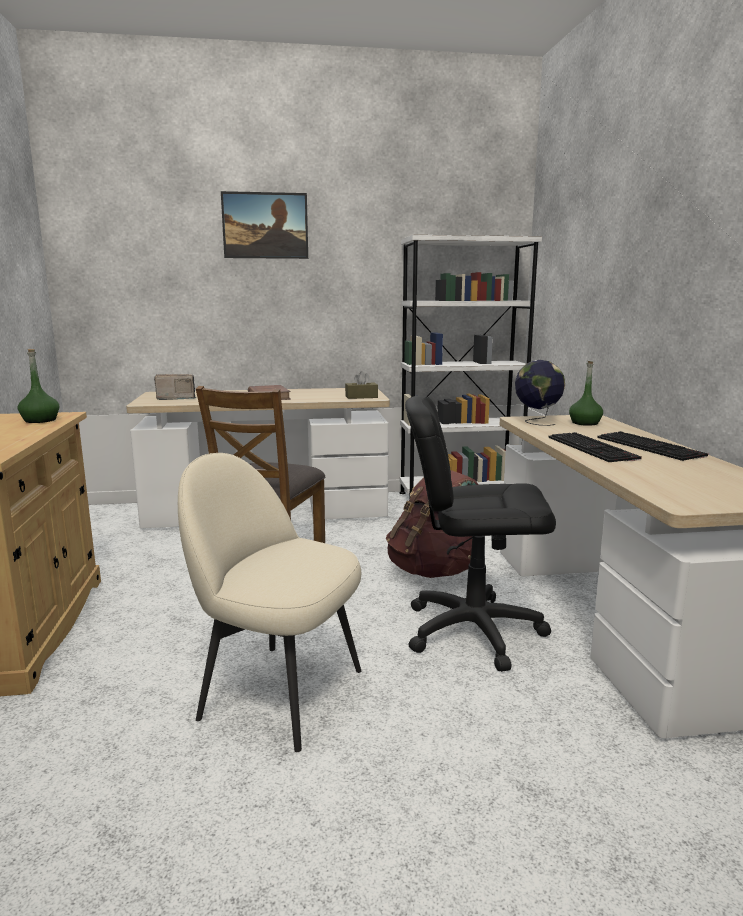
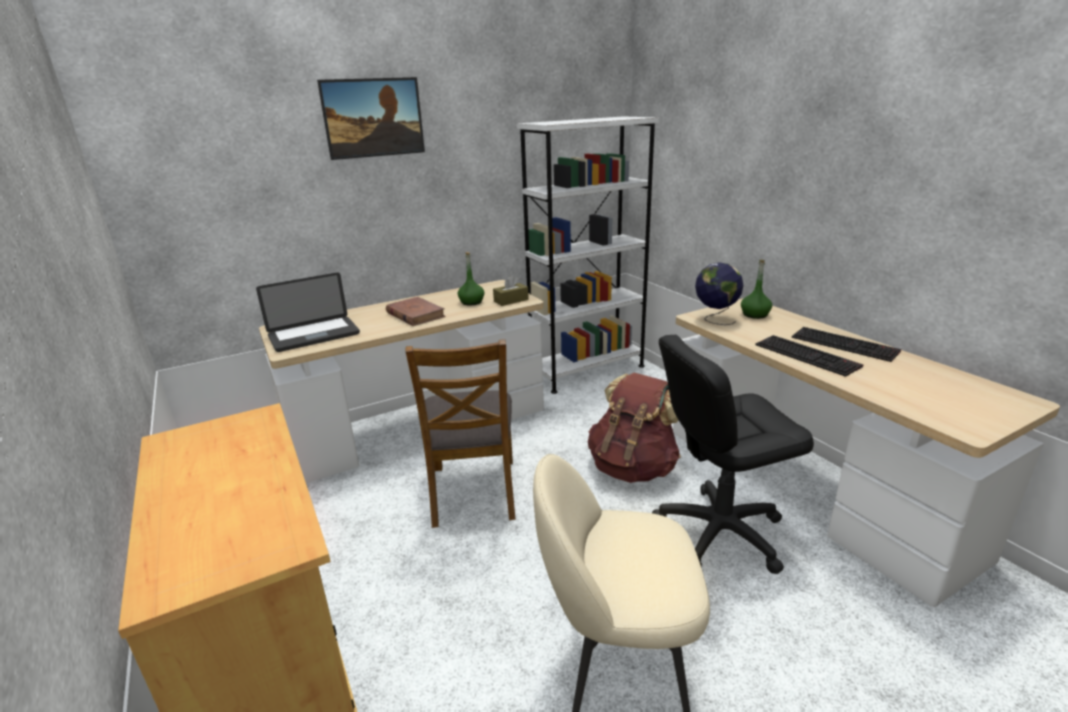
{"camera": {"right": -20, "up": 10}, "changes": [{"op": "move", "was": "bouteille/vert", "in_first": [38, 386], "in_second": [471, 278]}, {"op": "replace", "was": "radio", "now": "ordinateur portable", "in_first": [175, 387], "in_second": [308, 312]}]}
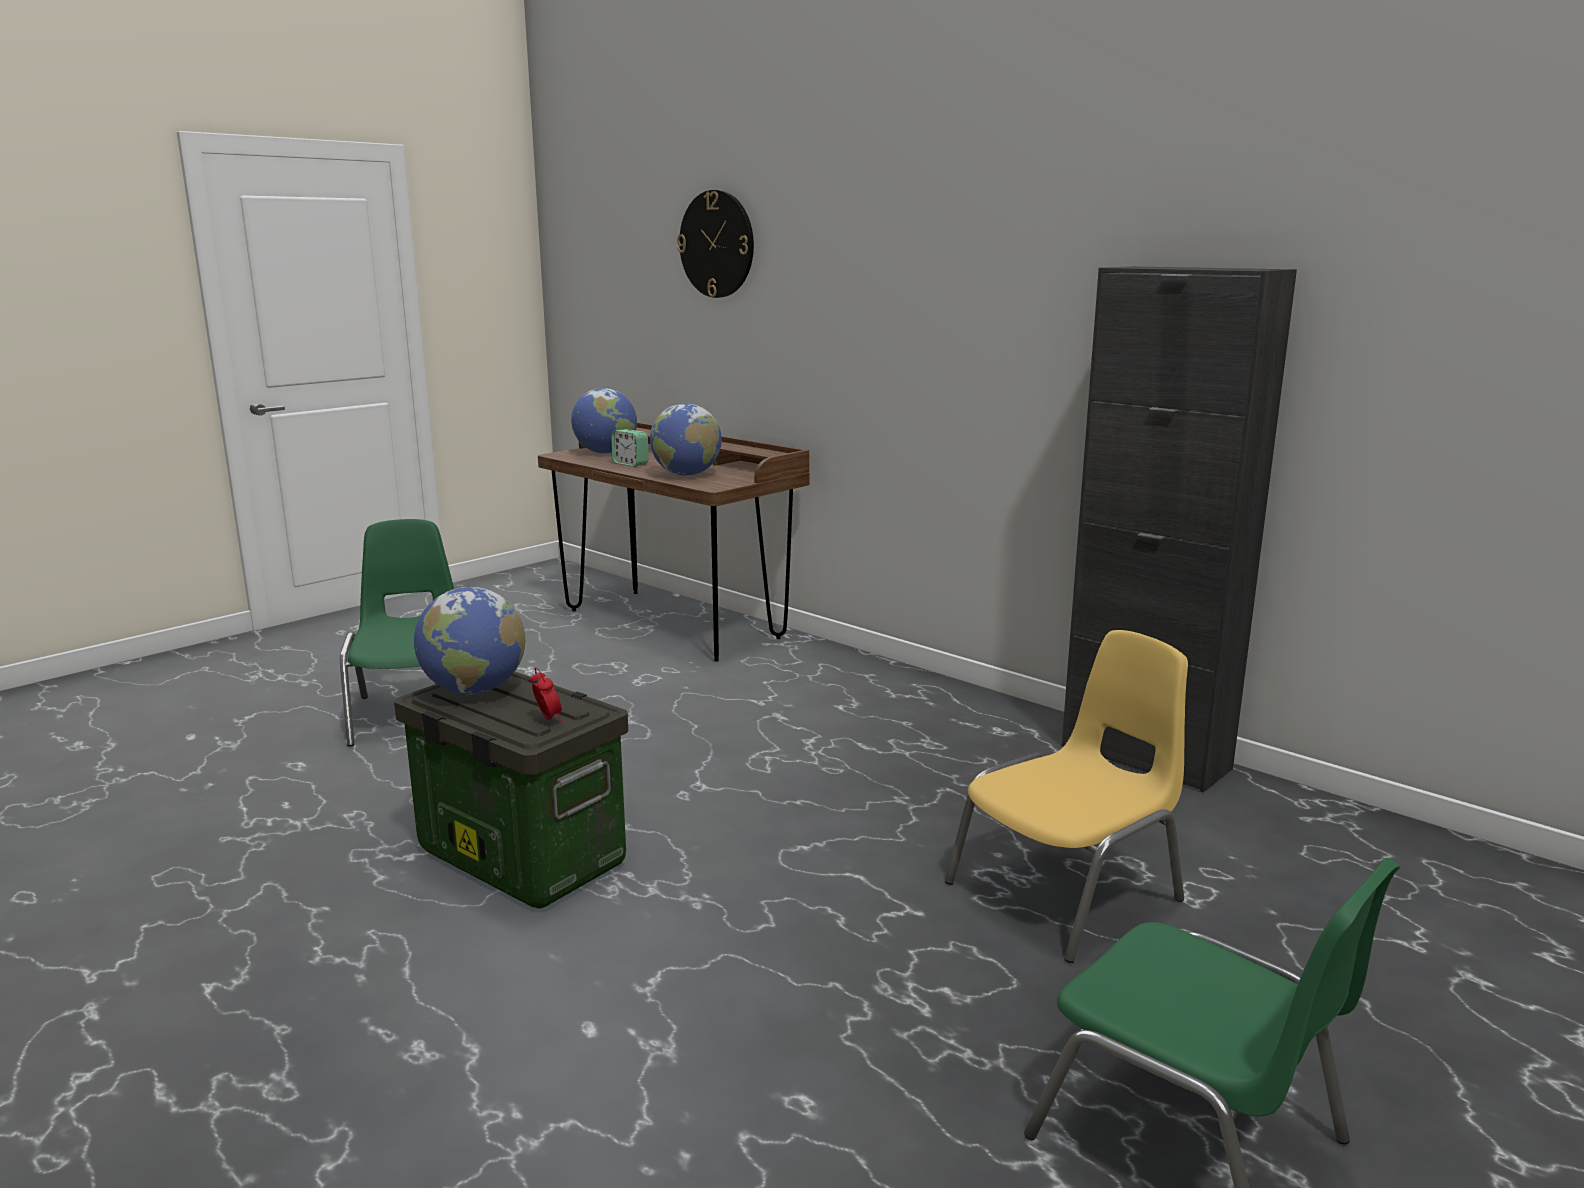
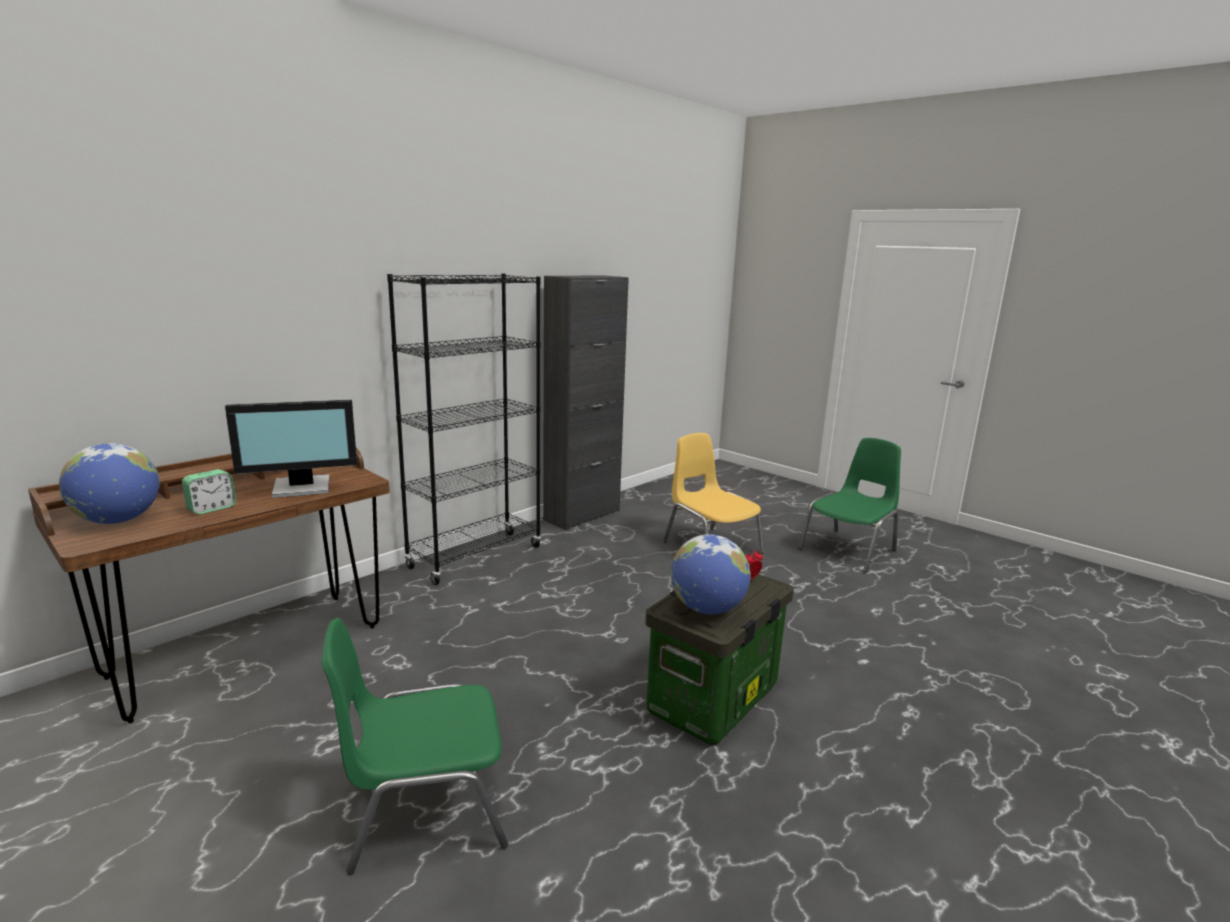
{"camera": {"right": -90, "up": 0}, "changes": [{"op": "delete", "was": "horloge murale", "in_first": [715, 244]}, {"op": "insert", "now": "bibliothèque/noir", "in_second": [464, 429]}, {"op": "replace", "was": "globe", "now": "écran d'ordinateur", "in_first": [686, 440], "in_second": [291, 448]}]}
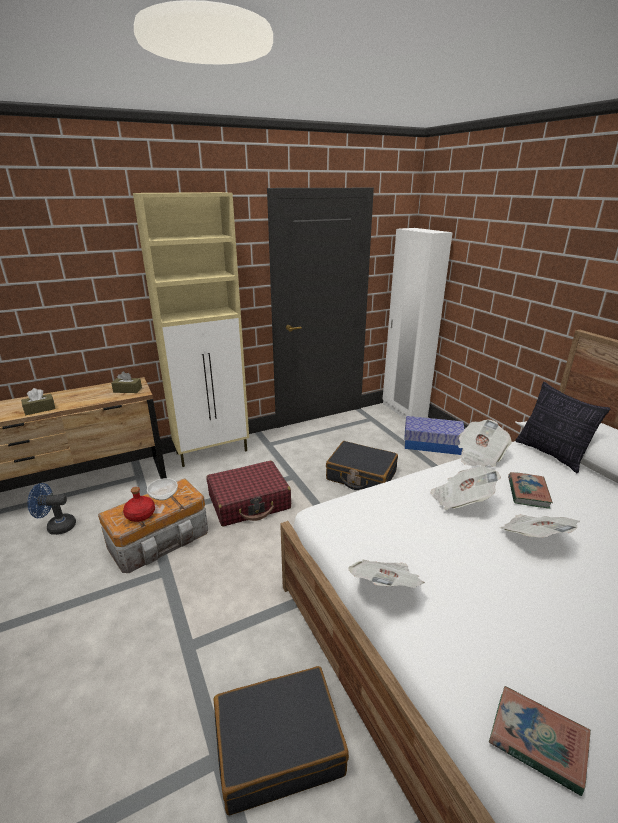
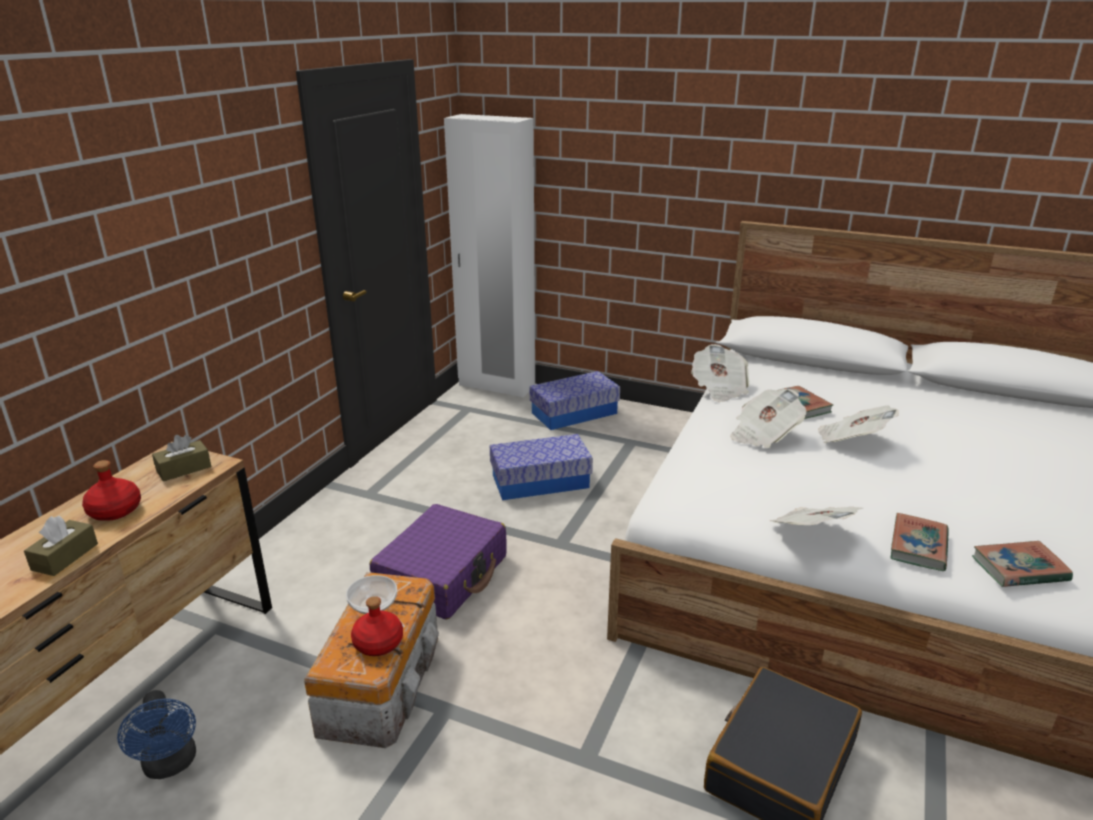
{"camera": {"right": -40, "up": 0}, "changes": [{"op": "delete", "was": "meuble de rangement/beige", "in_first": [191, 329]}, {"op": "delete", "was": "coussin", "in_first": [562, 428]}, {"op": "insert", "now": "bouteille/rouge", "in_second": [111, 490]}, {"op": "insert", "now": "livre", "in_second": [919, 542]}, {"op": "replace", "was": "valise/noir", "now": "boîte de rangement", "in_first": [362, 465], "in_second": [541, 467]}, {"op": "recolor", "was": "valise/rouge", "now": "valise/violet", "in_first": [248, 493], "in_second": [438, 562]}, {"op": "rotate", "was": "ventilateur/bleu", "in_first": [52, 509], "in_second": [156, 734], "clockwise": -75}]}
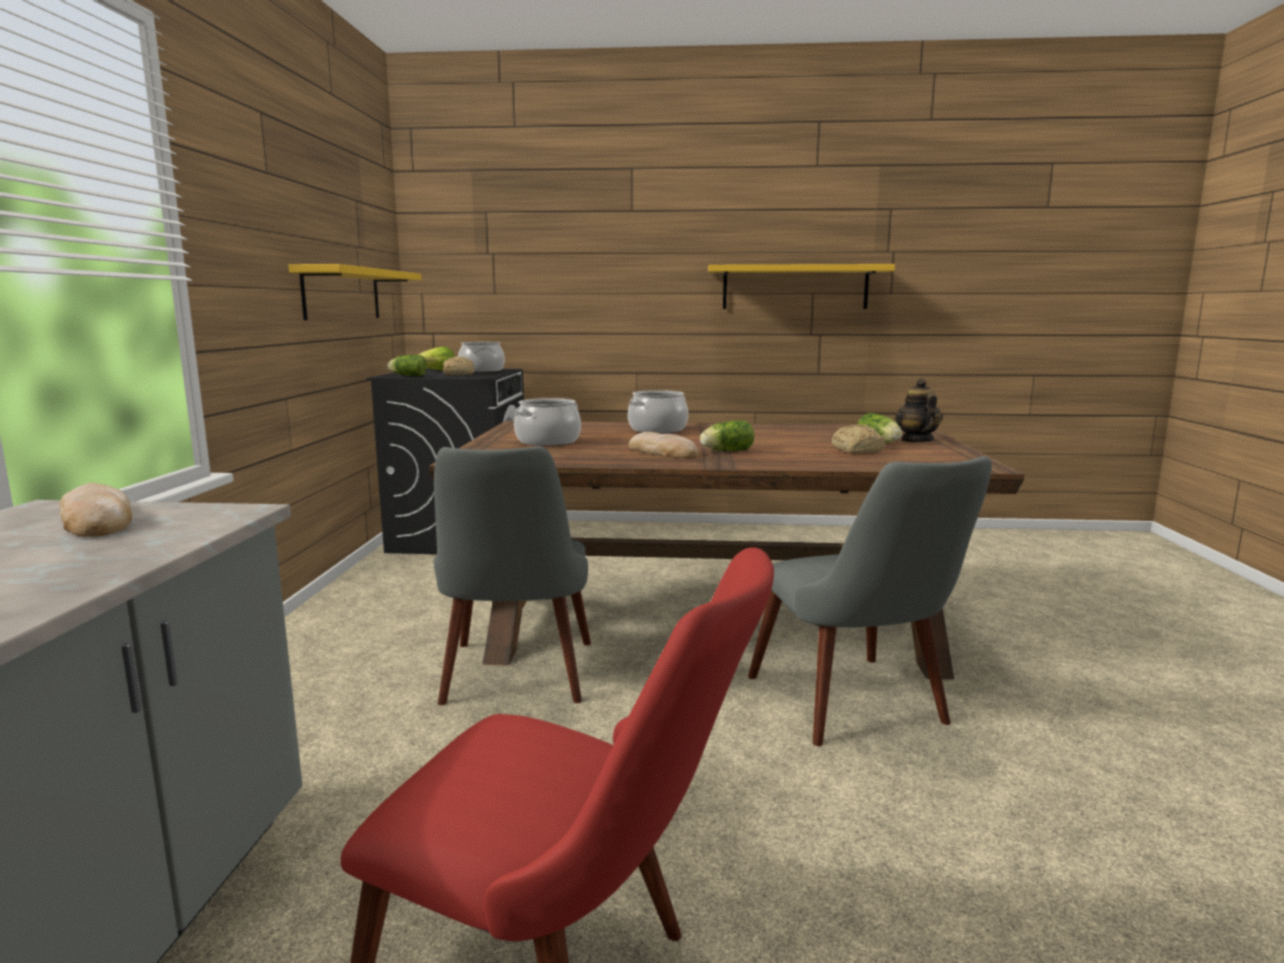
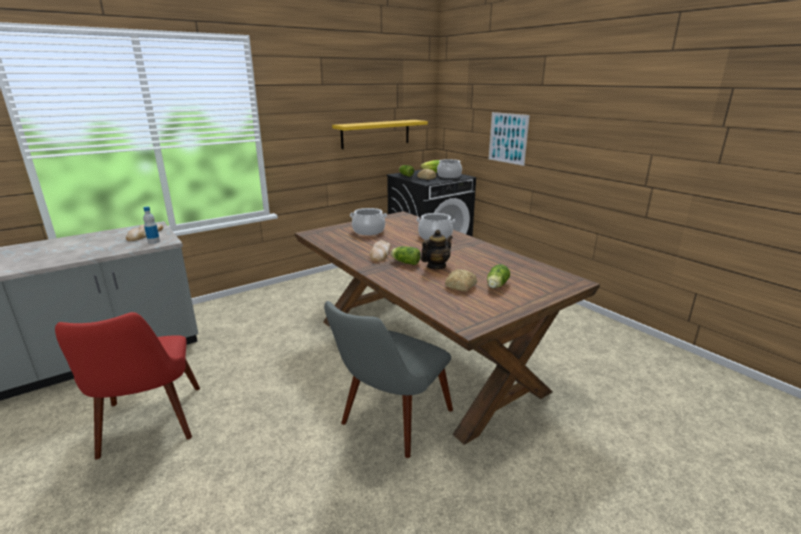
{"camera": {"right": 50, "up": 10}, "changes": [{"op": "delete", "was": "chaise/gris", "in_first": [512, 575]}, {"op": "delete", "was": "étagère/jaune", "in_first": [801, 286]}, {"op": "insert", "now": "bouteille", "in_second": [151, 225]}, {"op": "insert", "now": "tableau", "in_second": [509, 139]}, {"op": "move", "was": "théière", "in_first": [919, 410], "in_second": [436, 249]}]}
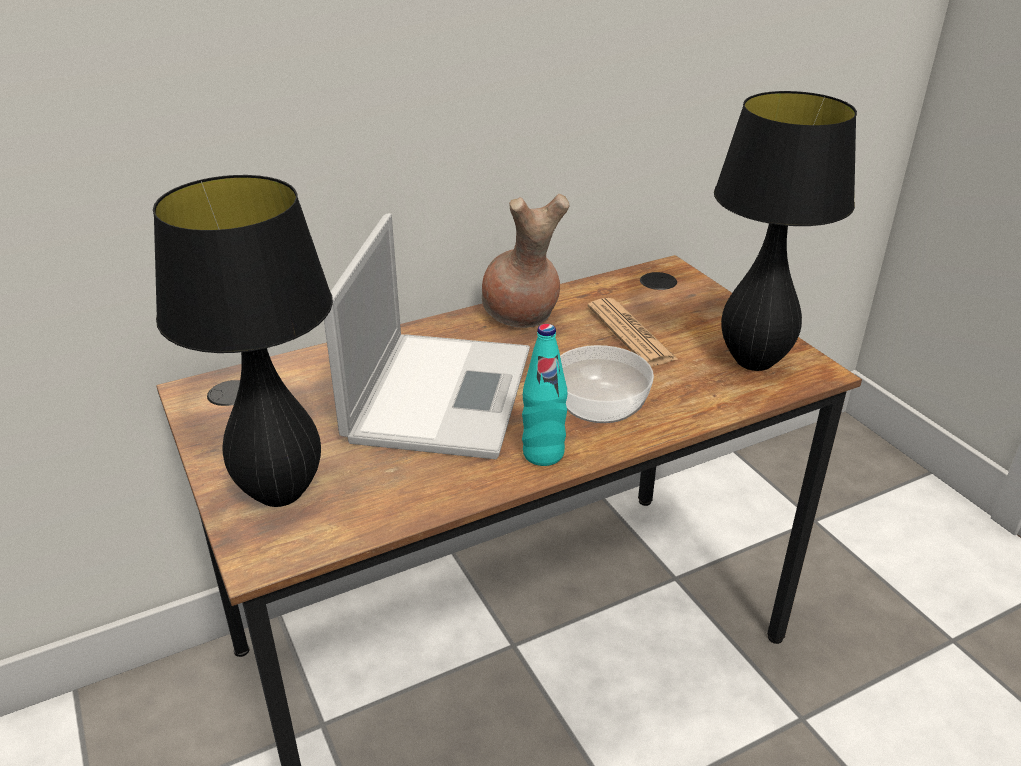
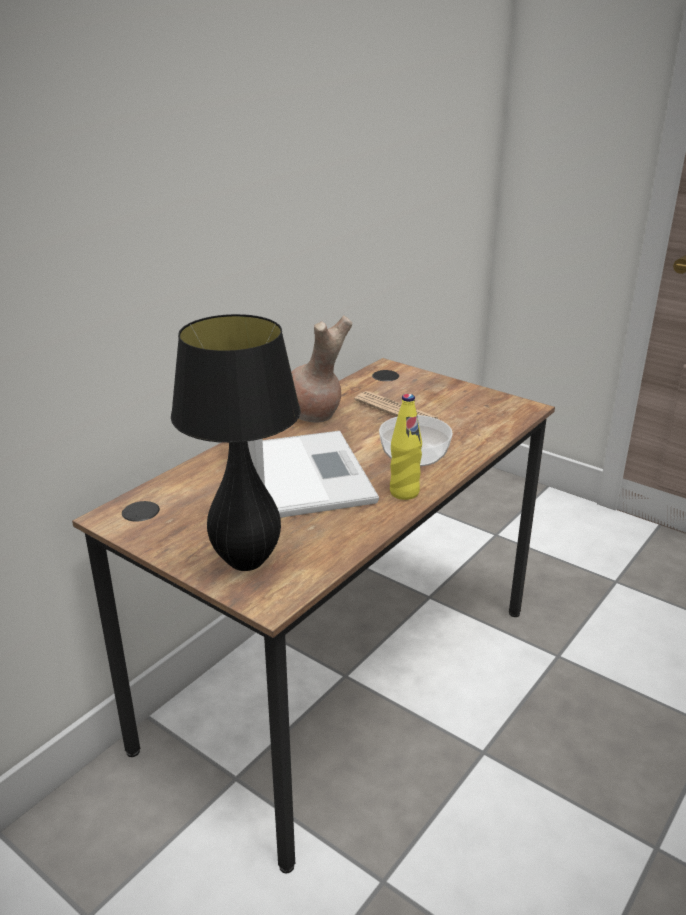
{"camera": {"right": -25, "up": -5}, "changes": [{"op": "delete", "was": "lampe de table/noir", "in_first": [785, 231]}, {"op": "recolor", "was": "bouteille/turquoise", "now": "bouteille/jaune", "in_first": [544, 395], "in_second": [406, 447]}]}
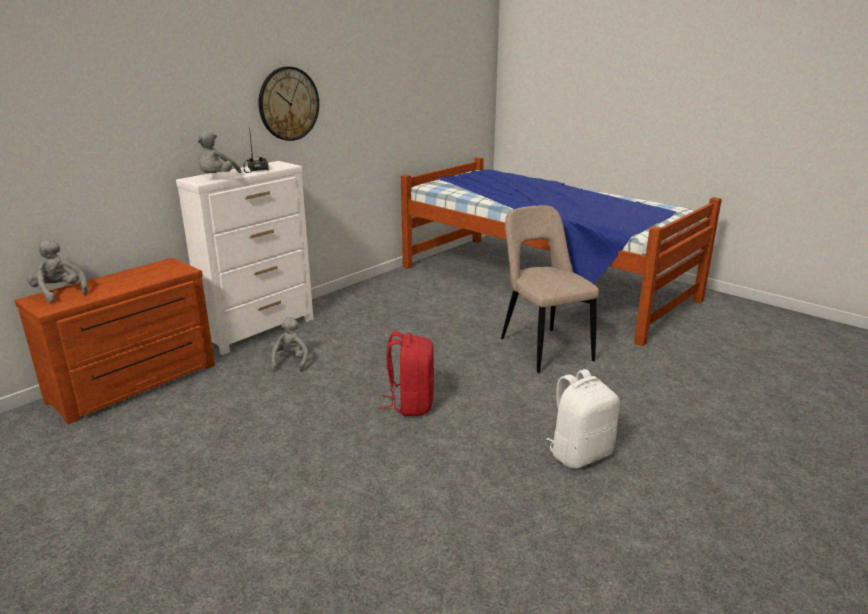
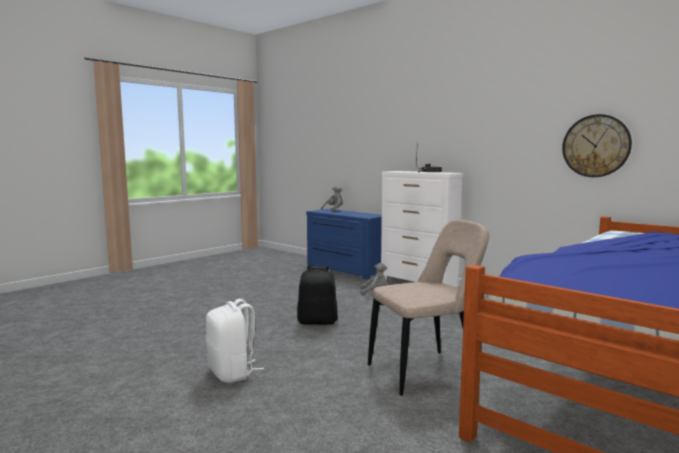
{"camera": {"right": 90, "up": -15}, "changes": [{"op": "delete", "was": "peluche/gris", "in_first": [220, 152]}, {"op": "move", "was": "horloge murale", "in_first": [289, 104], "in_second": [597, 145]}, {"op": "recolor", "was": "commode/marron", "now": "commode/bleu", "in_first": [115, 341], "in_second": [344, 244]}, {"op": "recolor", "was": "sac à dos/rouge", "now": "sac à dos/noir", "in_first": [406, 373], "in_second": [317, 295]}]}
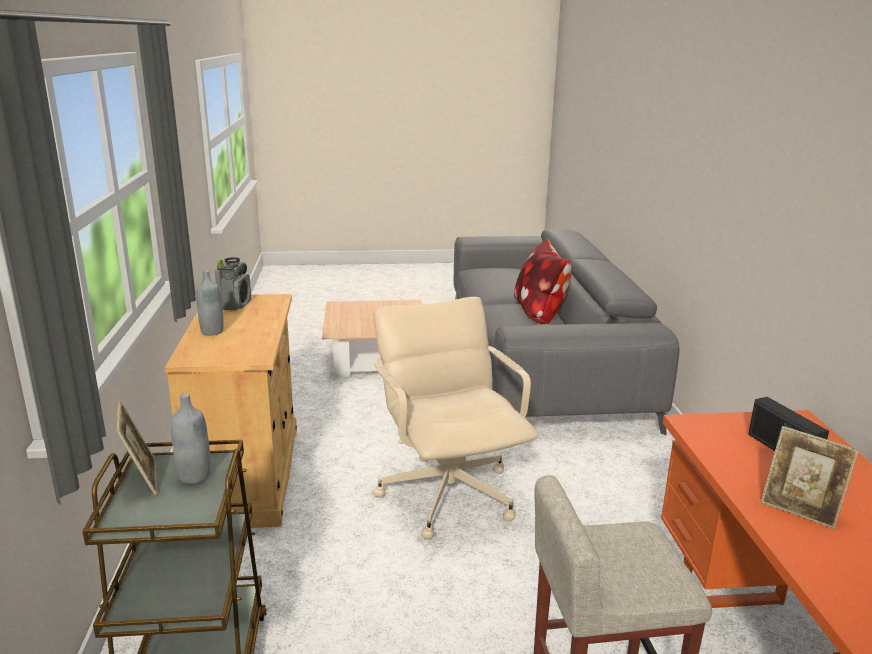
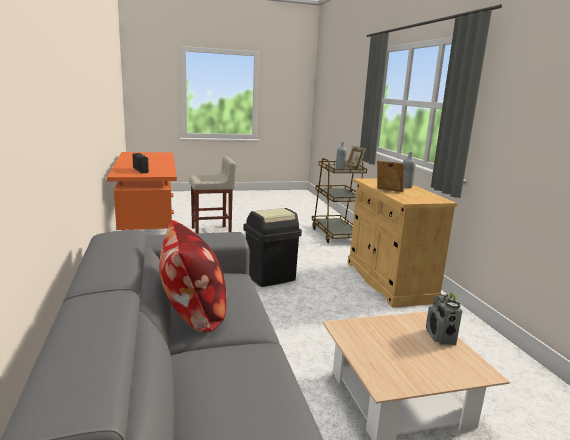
{"camera": {"right": 170, "up": -5}, "changes": [{"op": "move", "was": "radio", "in_first": [233, 284], "in_second": [444, 318]}, {"op": "move", "was": "cadre photo", "in_first": [809, 478], "in_second": [391, 176]}, {"op": "replace", "was": "chaise de bureau/beige", "now": "poubelle/noir", "in_first": [456, 418], "in_second": [272, 247]}]}
